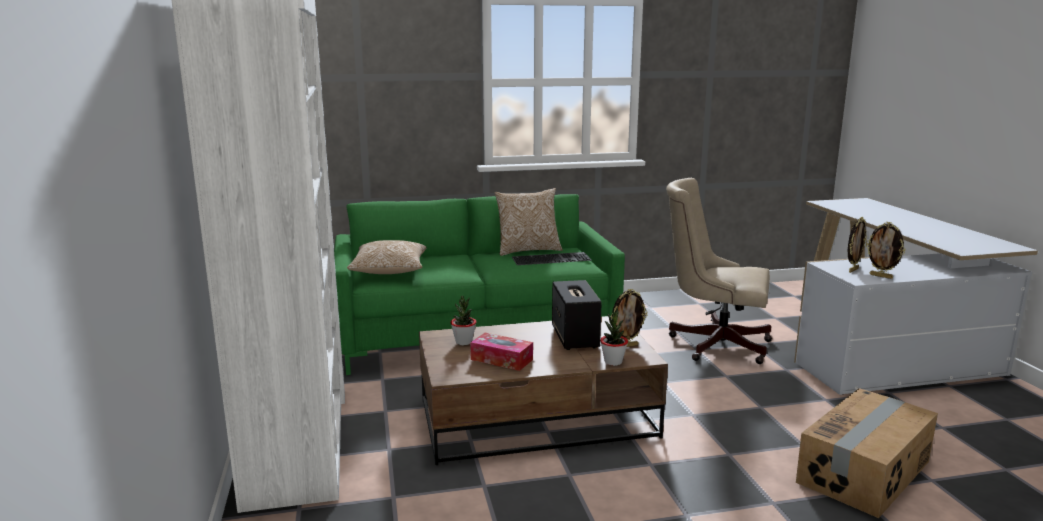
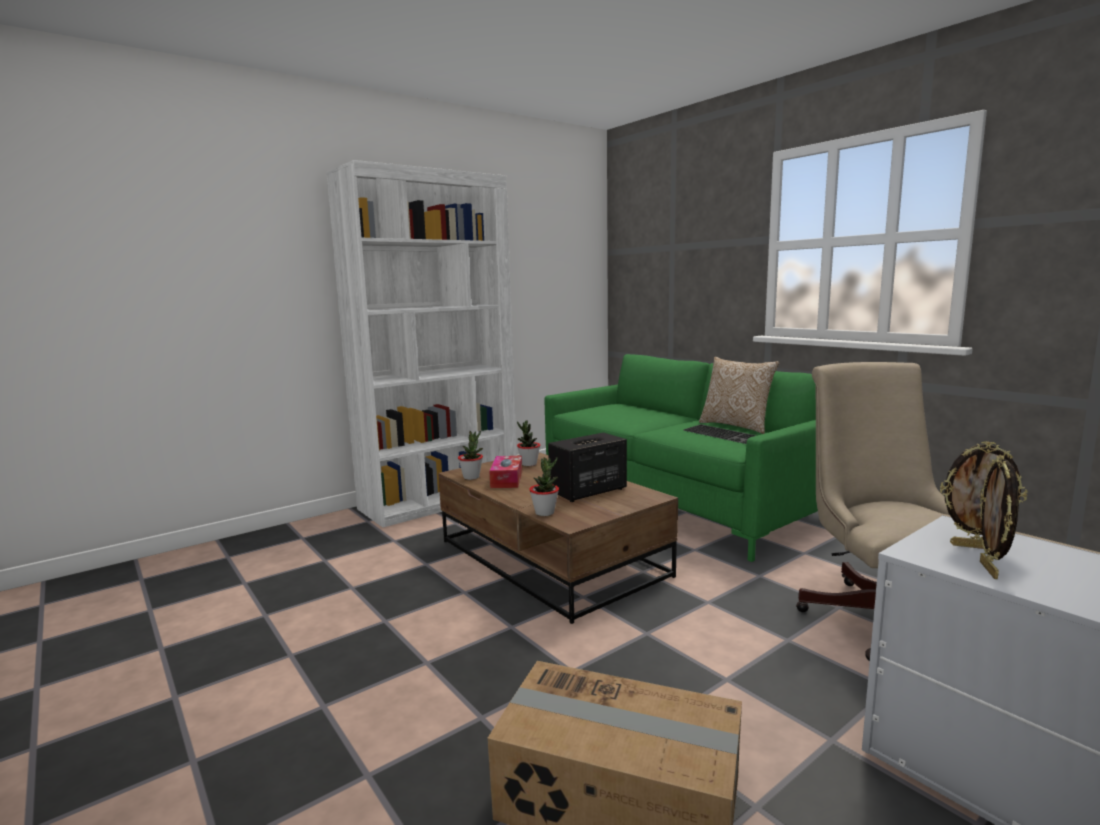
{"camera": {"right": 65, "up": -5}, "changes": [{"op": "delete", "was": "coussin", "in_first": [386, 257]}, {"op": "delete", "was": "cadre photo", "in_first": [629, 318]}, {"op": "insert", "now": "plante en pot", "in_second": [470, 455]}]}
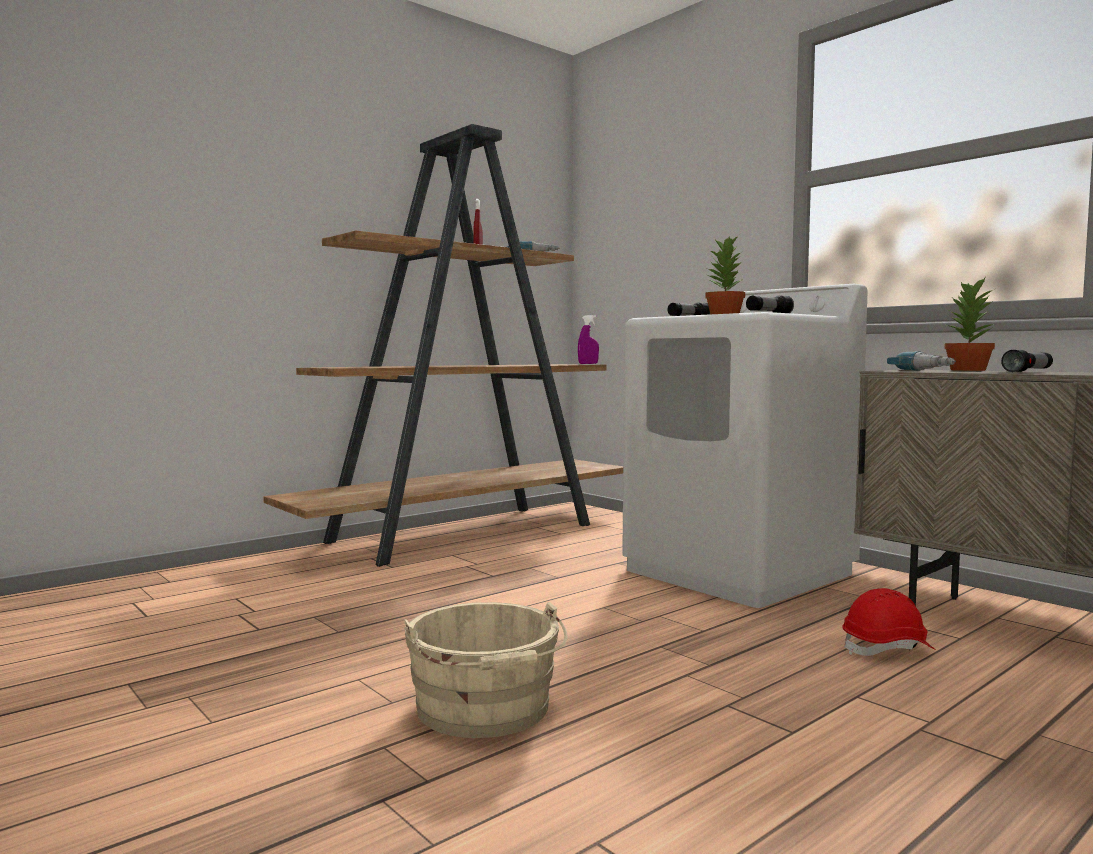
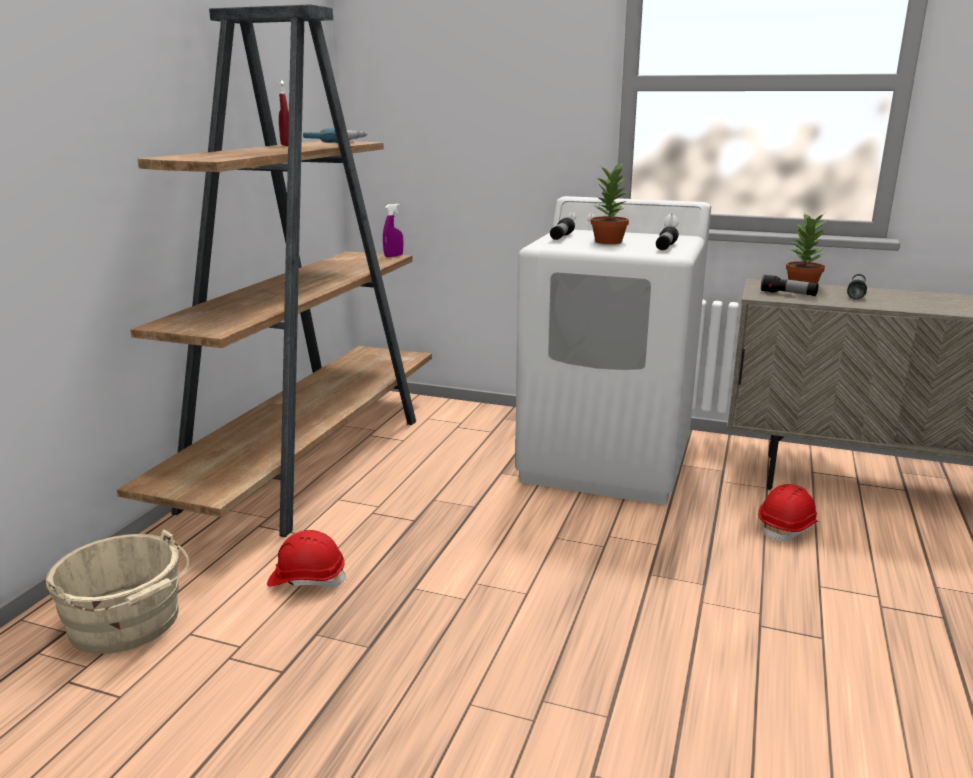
{"camera": {"right": -30, "up": 15}, "changes": [{"op": "insert", "now": "casque de chantier/rouge", "in_second": [307, 559]}, {"op": "move", "was": "seau/beige", "in_first": [486, 670], "in_second": [117, 591]}, {"op": "replace", "was": "perceuse", "now": "lampe de poche", "in_first": [921, 361], "in_second": [790, 285]}]}
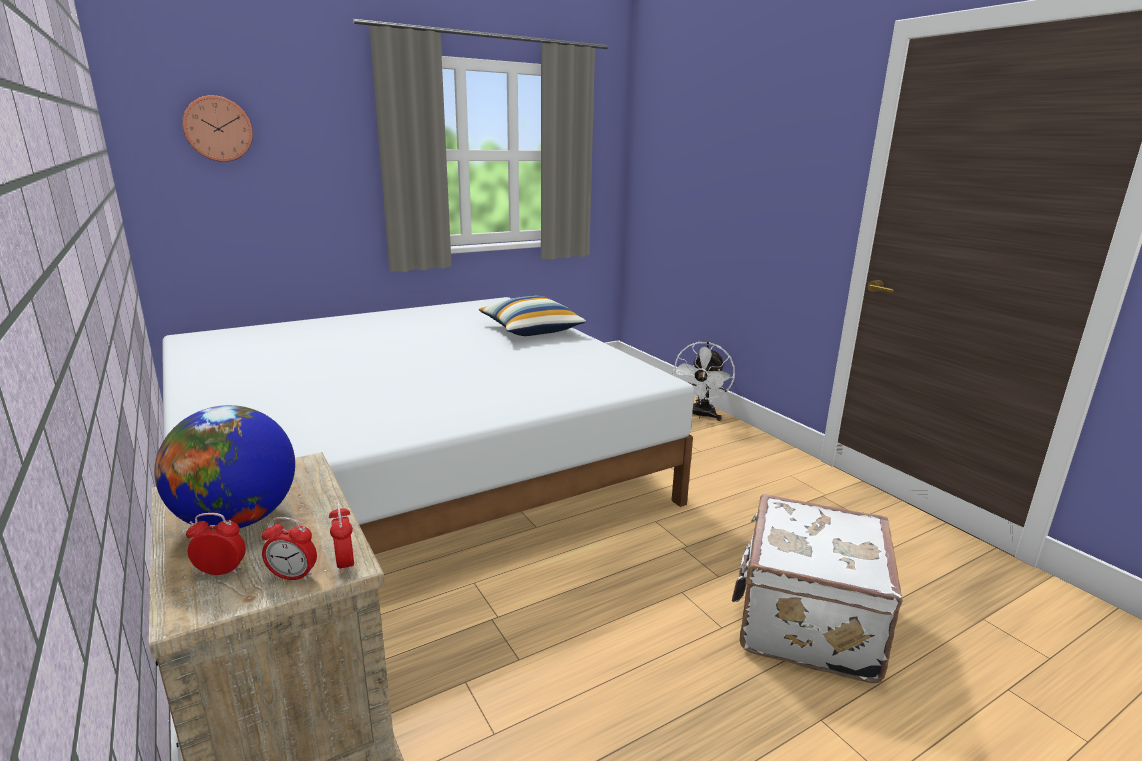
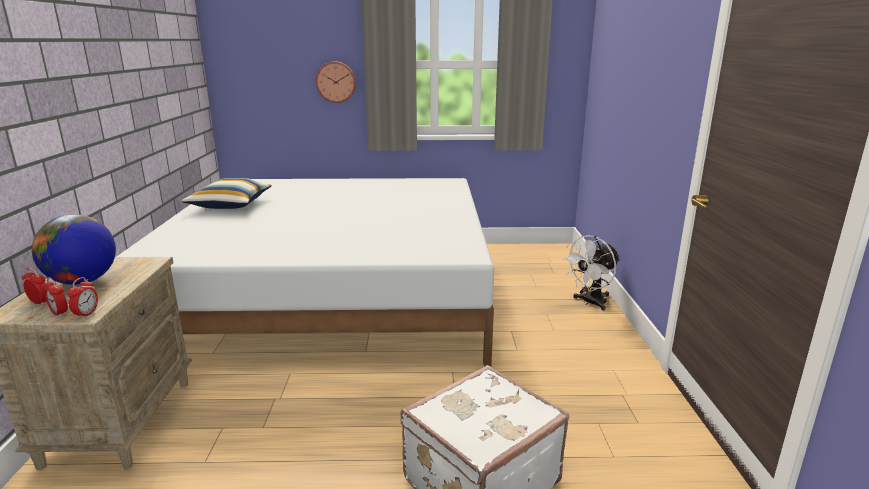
{"camera": {"right": 30, "up": 0}, "changes": [{"op": "move", "was": "horloge murale", "in_first": [217, 128], "in_second": [336, 82]}, {"op": "move", "was": "coussin", "in_first": [532, 316], "in_second": [226, 193]}]}
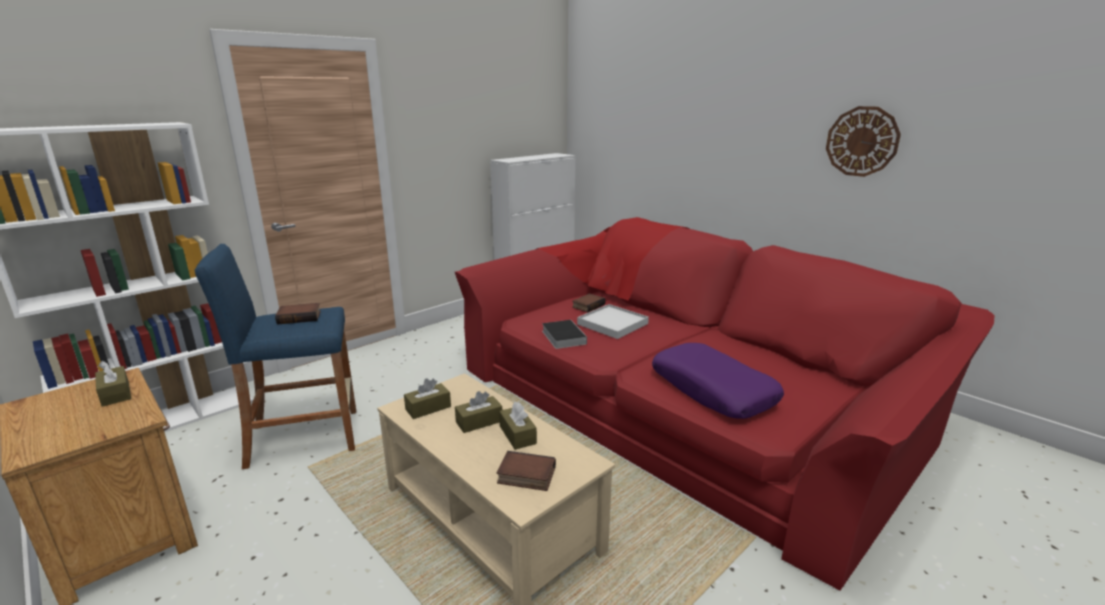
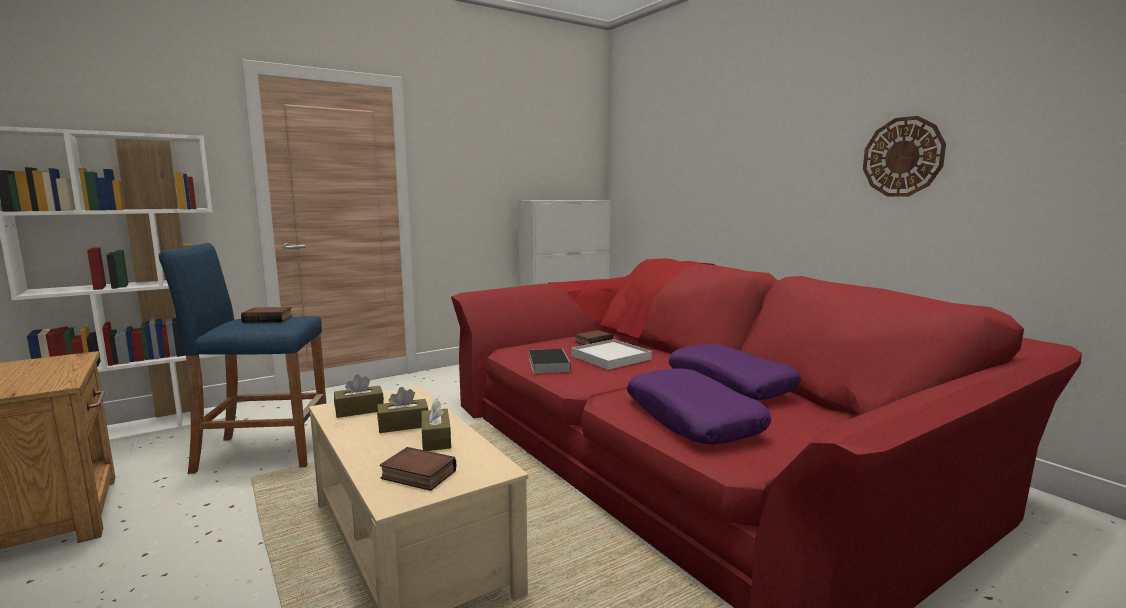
{"camera": {"right": 10, "up": -10}, "changes": [{"op": "delete", "was": "boîte à mouchoirs/marron", "in_first": [113, 384]}, {"op": "insert", "now": "coussin/violet", "in_second": [735, 372]}]}
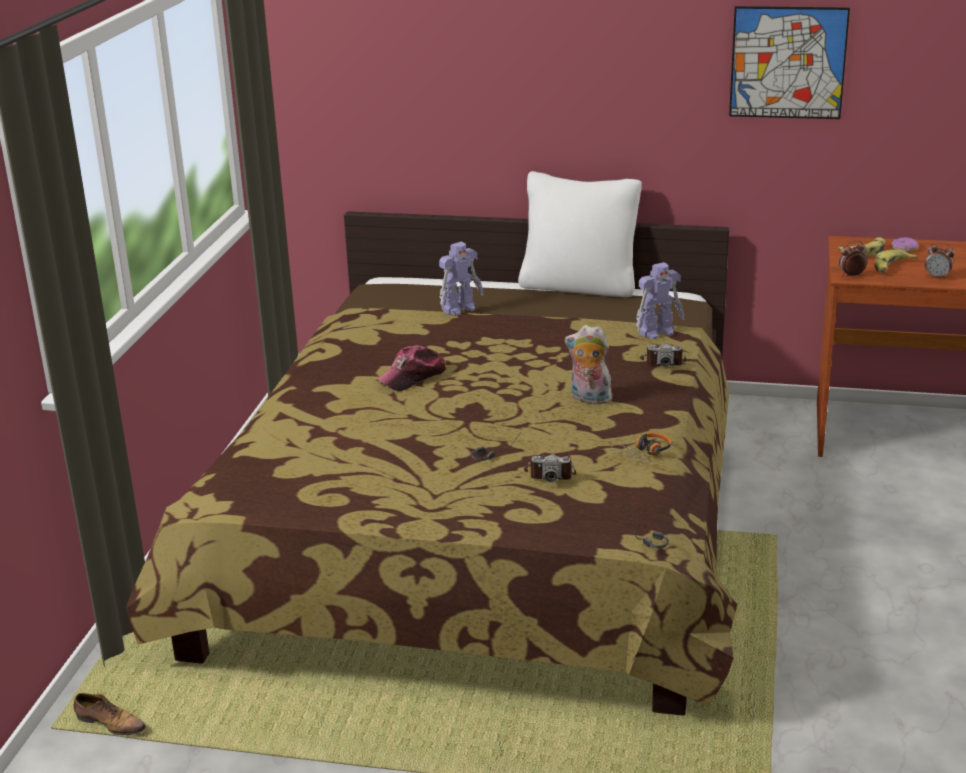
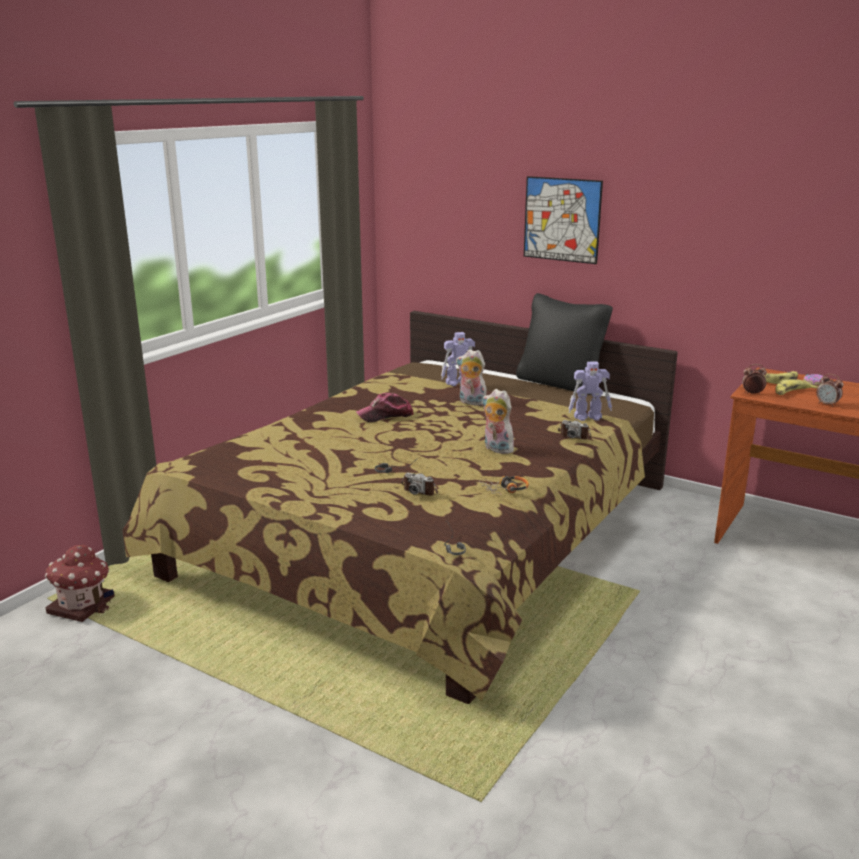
{"camera": {"right": 20, "up": -5}, "changes": [{"op": "insert", "now": "peluche", "in_second": [471, 377]}, {"op": "move", "was": "tableau", "in_first": [789, 62], "in_second": [563, 220]}, {"op": "replace", "was": "chaussure", "now": "maison miniature", "in_first": [110, 714], "in_second": [80, 583]}, {"op": "recolor", "was": "coussin/blanc", "now": "coussin/noir", "in_first": [580, 234], "in_second": [564, 344]}]}
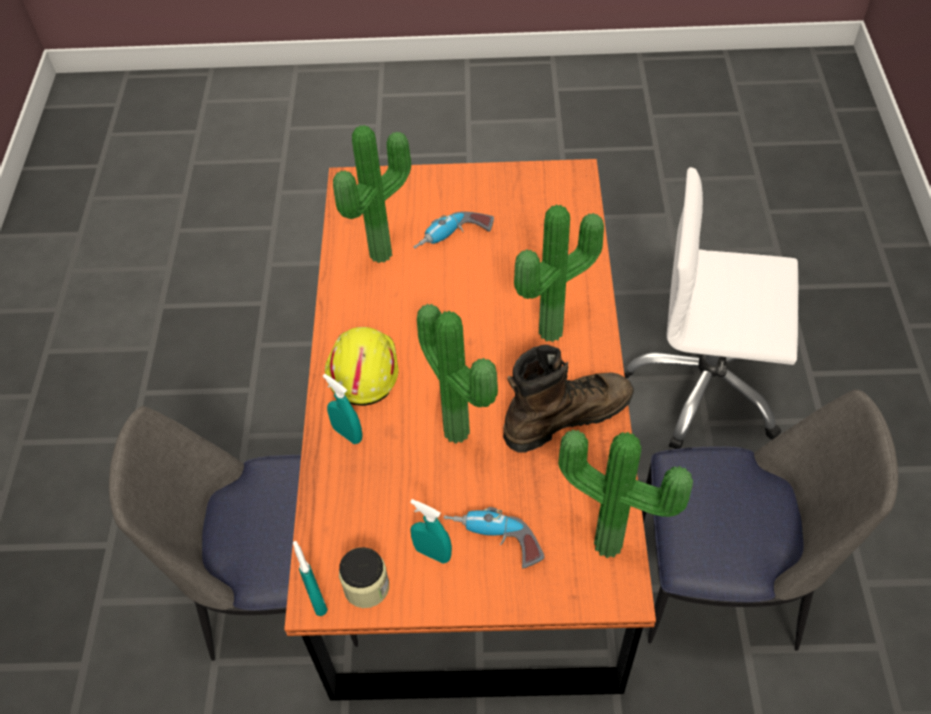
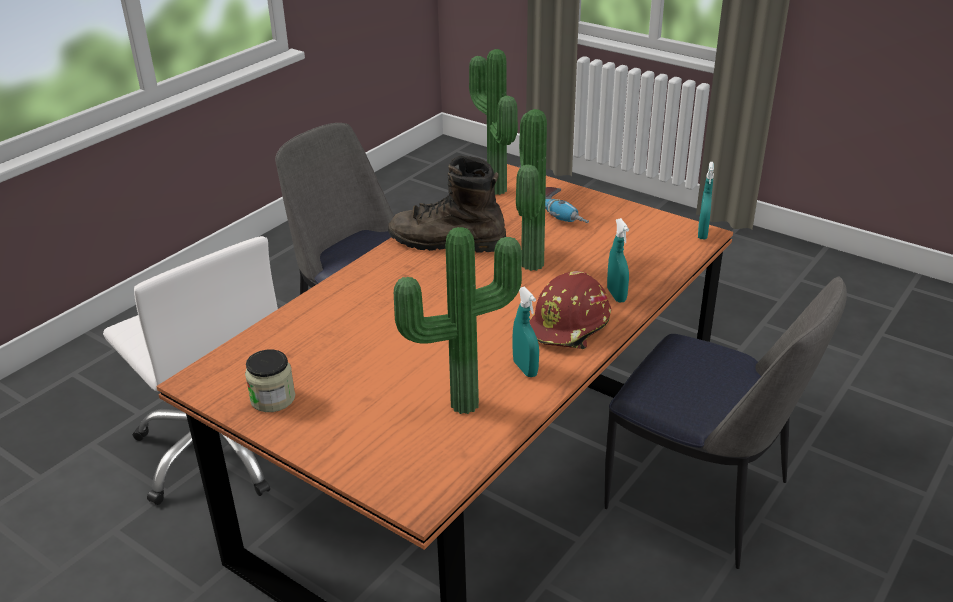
{"camera": {"right": -145, "up": -20}, "changes": [{"op": "delete", "was": "perceuse", "in_first": [453, 230]}, {"op": "delete", "was": "plante en pot", "in_first": [559, 273]}, {"op": "move", "was": "bocal", "in_first": [364, 577], "in_second": [270, 380]}, {"op": "move", "was": "vaporisateur/turquoise", "in_first": [431, 531], "in_second": [525, 332]}, {"op": "recolor", "was": "casque de chantier/jaune", "now": "casque de chantier/rouge", "in_first": [362, 366], "in_second": [570, 310]}]}
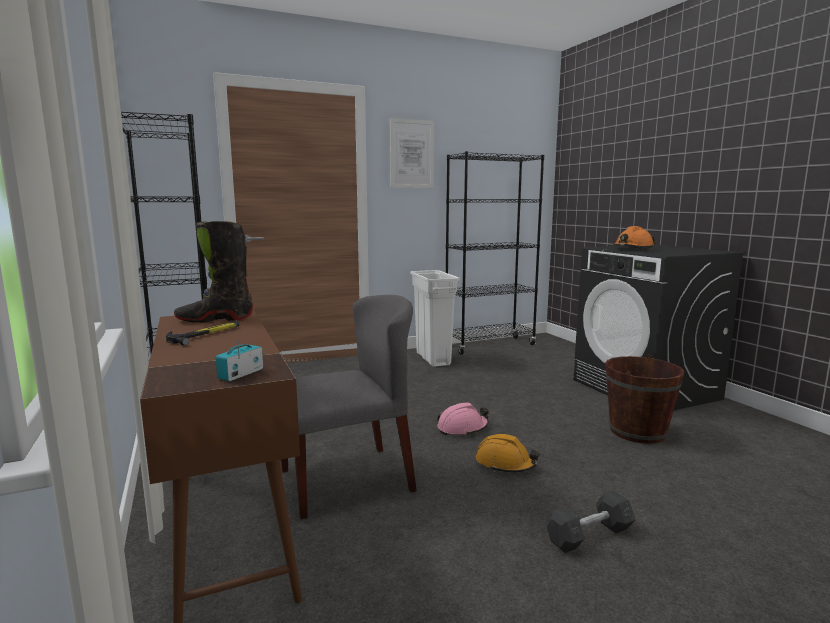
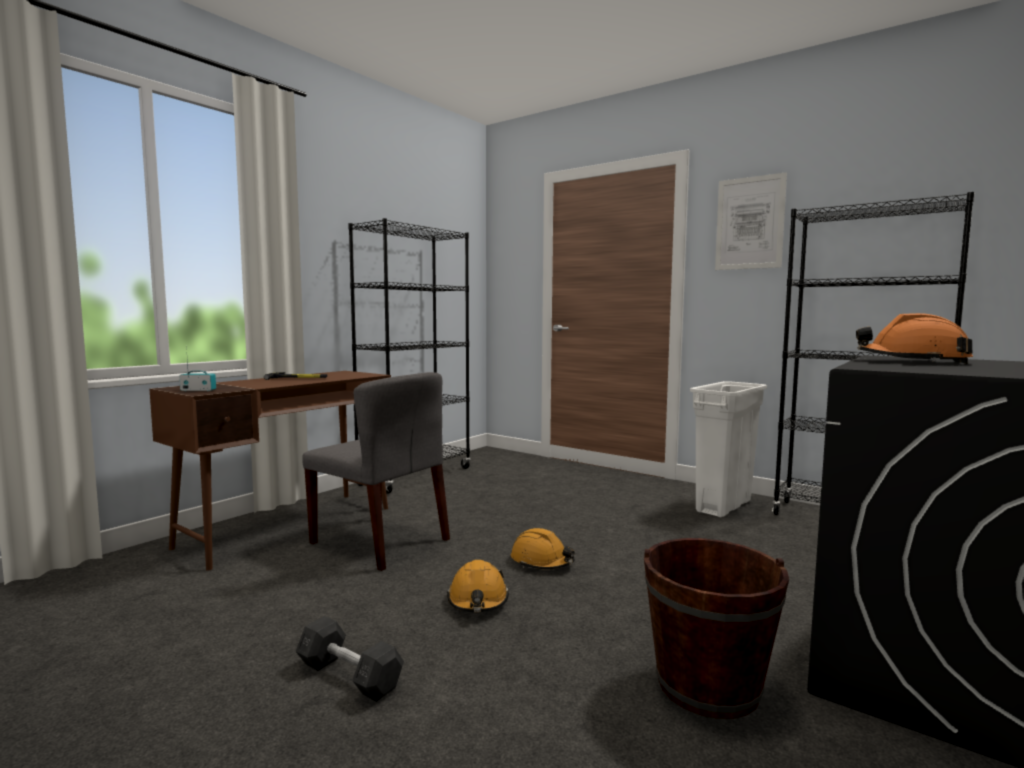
{"camera": {"right": 60, "up": -5}, "changes": [{"op": "delete", "was": "botte/noir", "in_first": [213, 272]}, {"op": "recolor", "was": "casque de chantier/rose", "now": "casque de chantier/orange", "in_first": [463, 419], "in_second": [543, 549]}]}
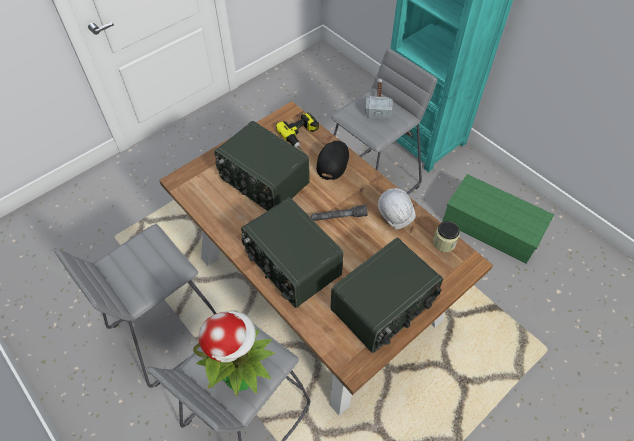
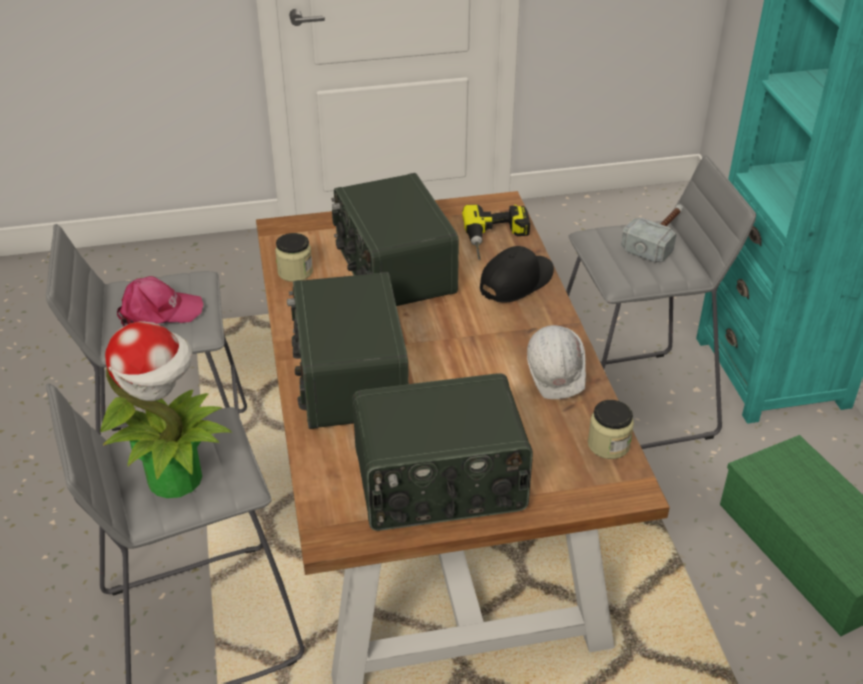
{"camera": {"right": 30, "up": -15}, "changes": [{"op": "delete", "was": "lampe de poche/gris", "in_first": [339, 213]}, {"op": "insert", "now": "casquette/rose", "in_second": [160, 301]}, {"op": "insert", "now": "bocal", "in_second": [294, 257]}]}
